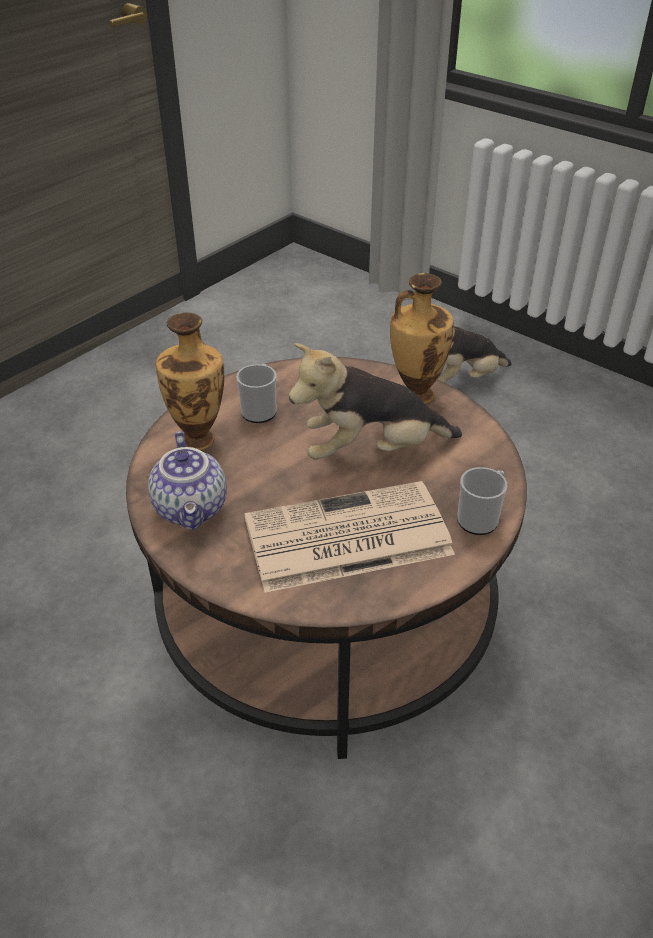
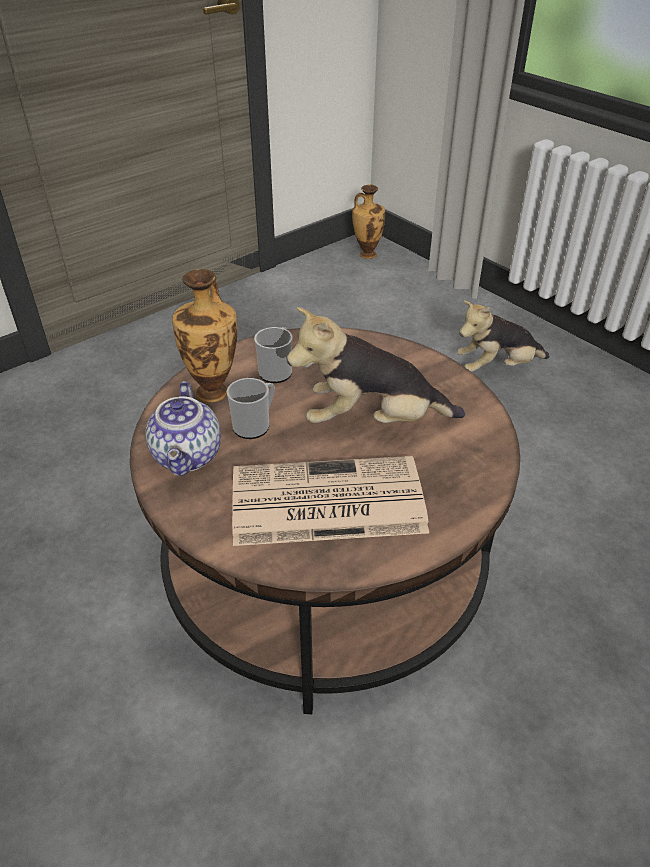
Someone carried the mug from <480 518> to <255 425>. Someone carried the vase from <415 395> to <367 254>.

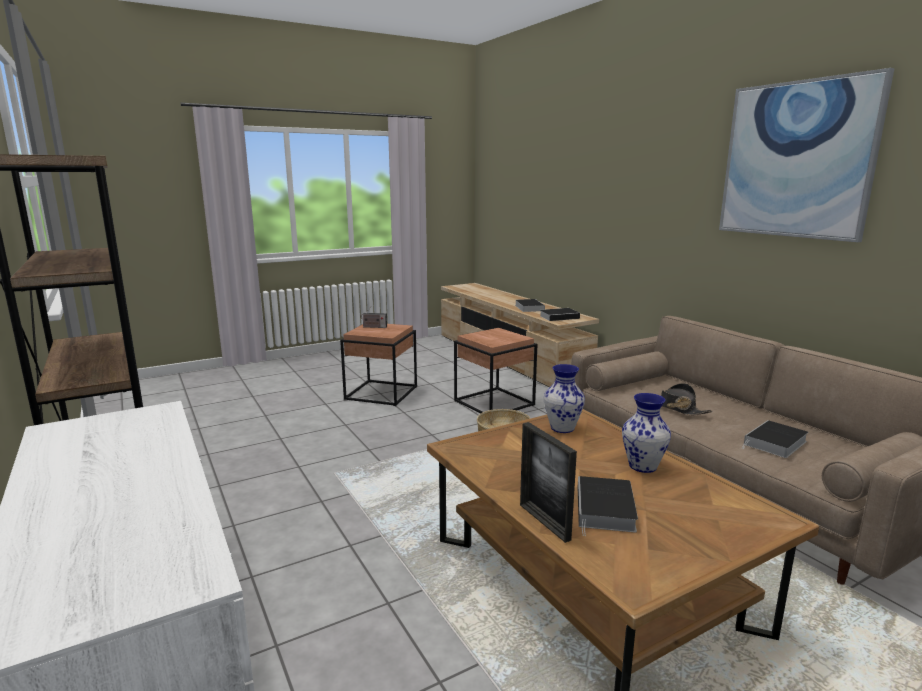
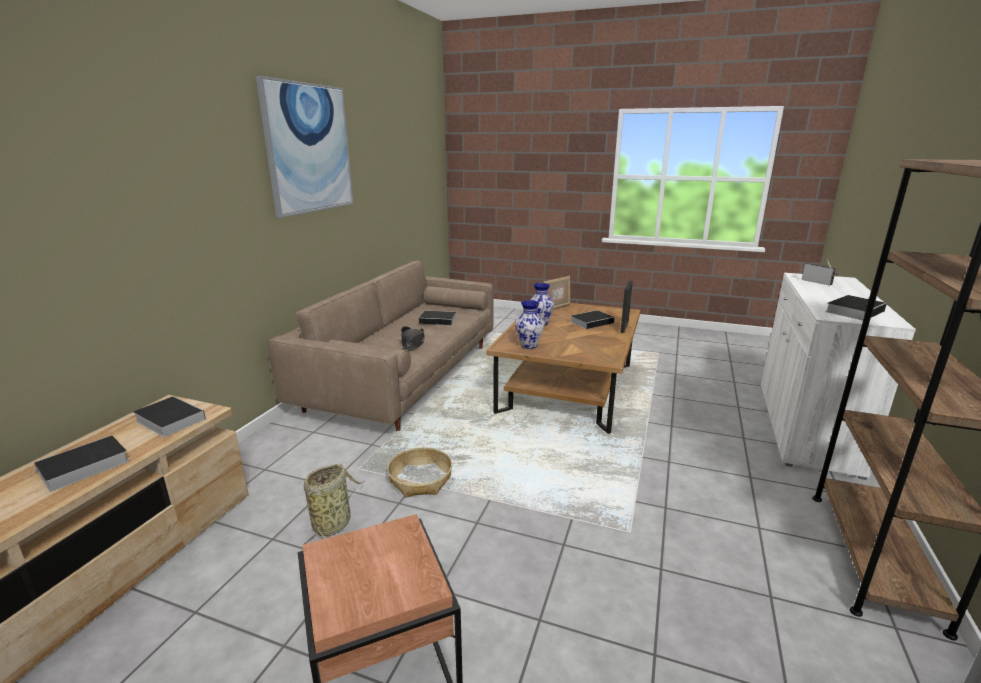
Someone swapped the brown_side_table at <495 403> for the basket at <333 524>. Someone put down the picture_frame at <556 308>. Someone carried the radio from <373 327> to <818 282>. Someone put down the book at <854 311>.

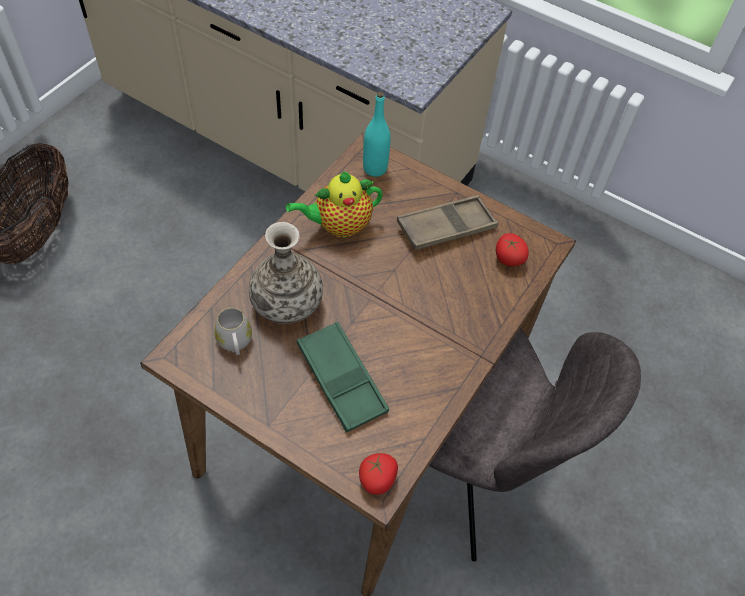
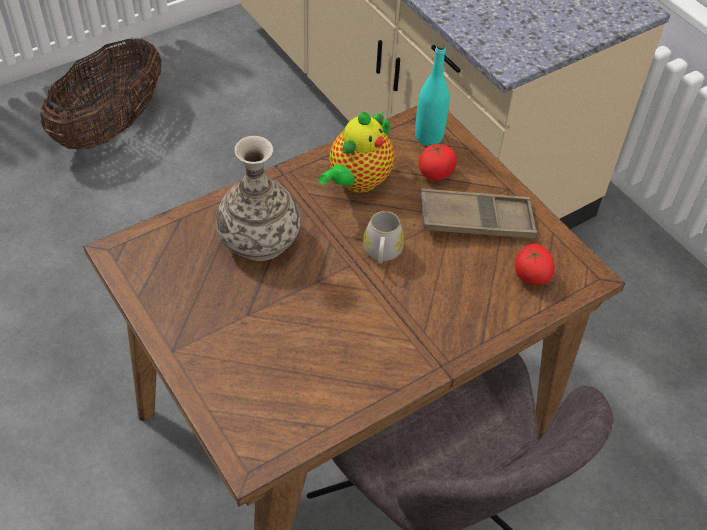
Someone rotated the teapot at <339 225> by 60 degrees counterclockwise. Someone carried the white_mug from <235 343> to <382 254>. Someone carried the tomato from <377 479> to <436 173>. Someone took away the green_tray at <341 380>.

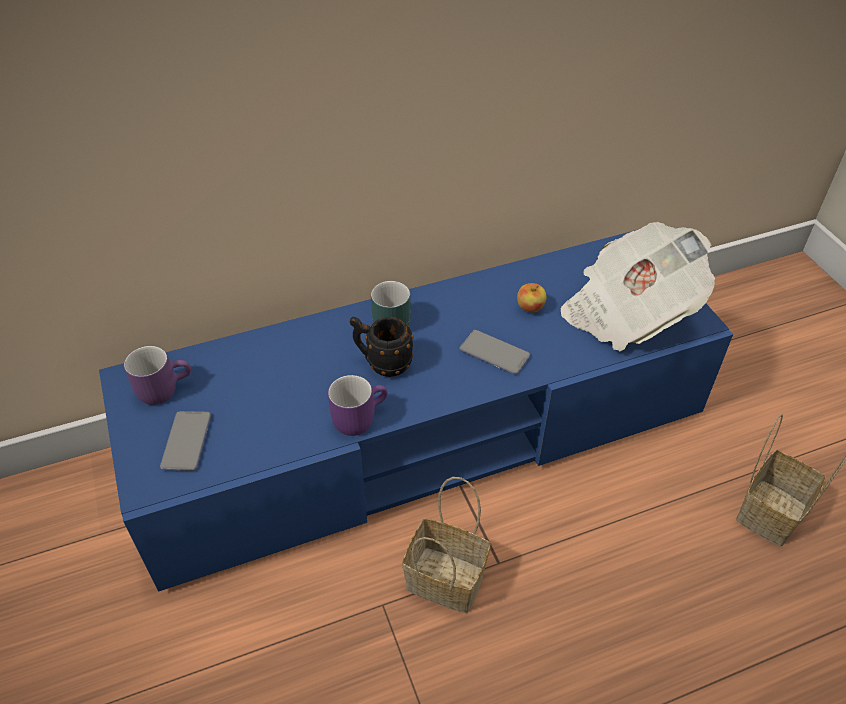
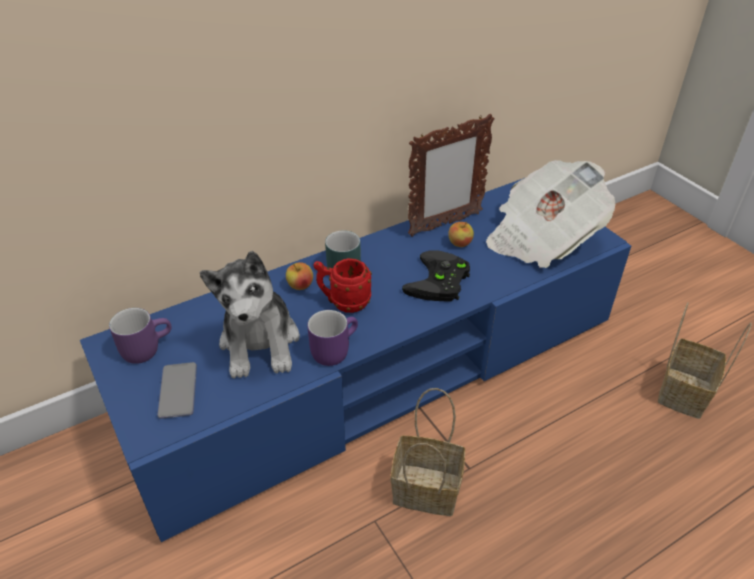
Someone put down the plush_toy at <260 342>. Someone put down the apple at <300 286>. Someone repainted the black_mug at <382 363>, which became the red_mug at <343 302>. Someone swapped the phone at <494 353> for the black_game_controller at <439 283>. Someone put down the picture_frame at <444 224>.

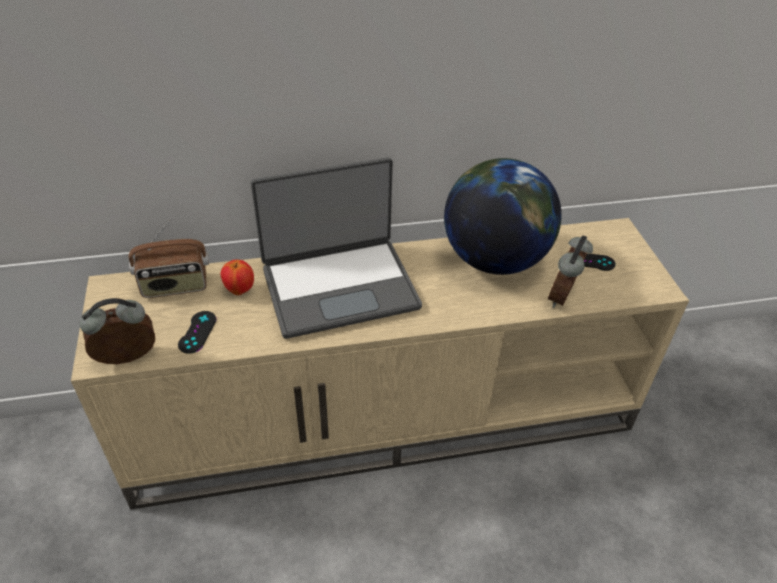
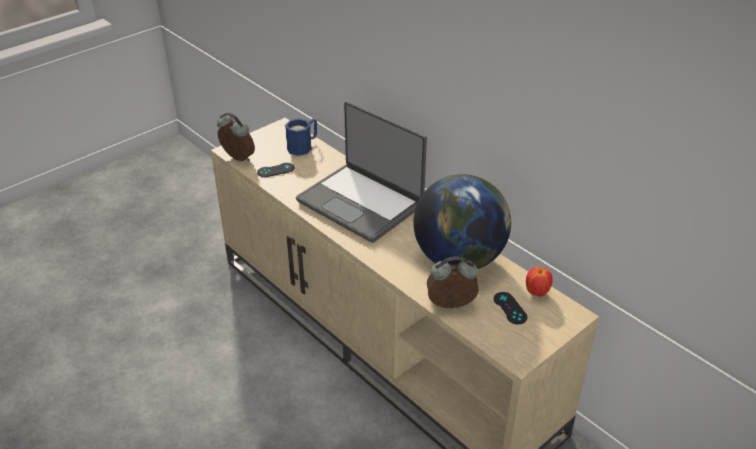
Someone swapped the radio at <175 286> for the blue_mug at <303 146>. Someone carried the apple from <239 290> to <537 292>.

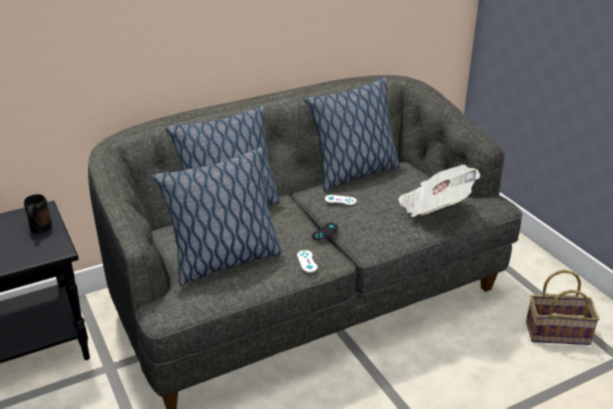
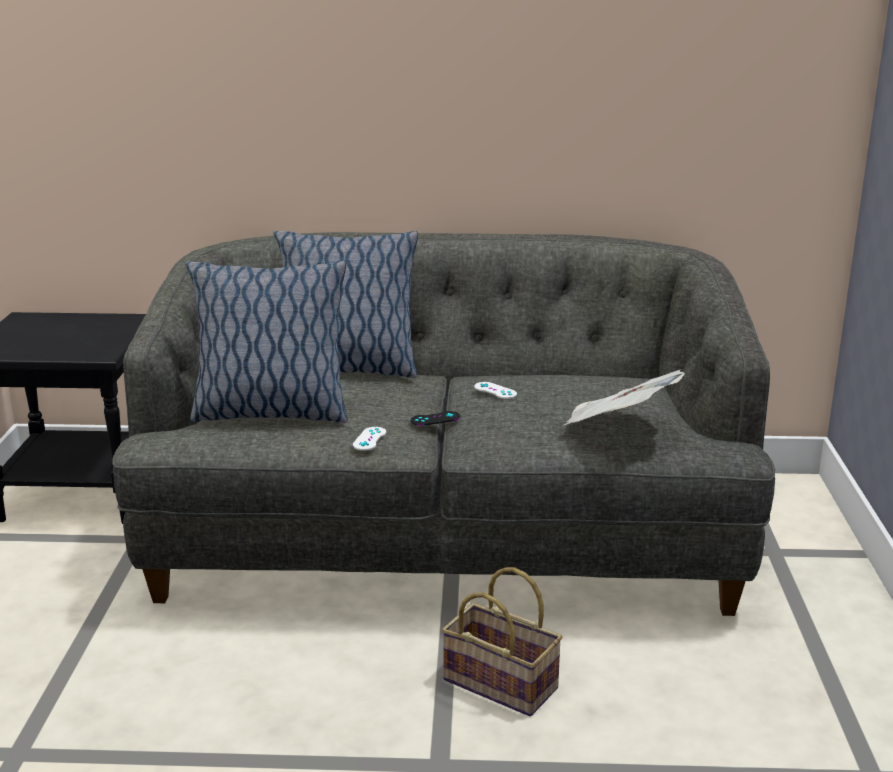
Someone carried the basket from <558 332> to <504 684>. Someone took away the black_mug at <39 230>. Someone took away the pillow at <354 174>.

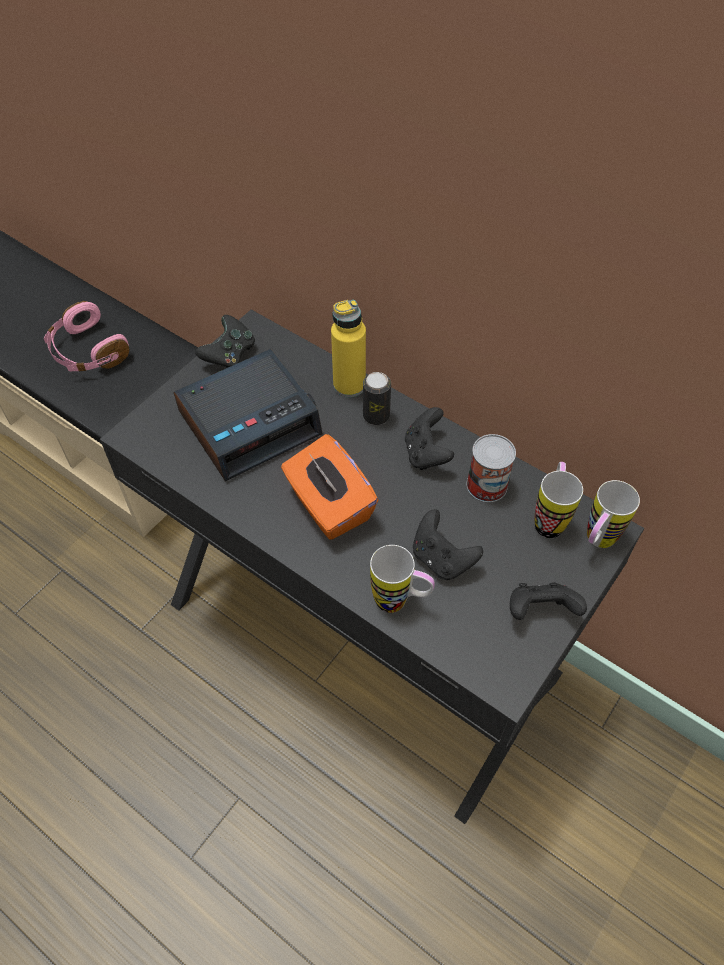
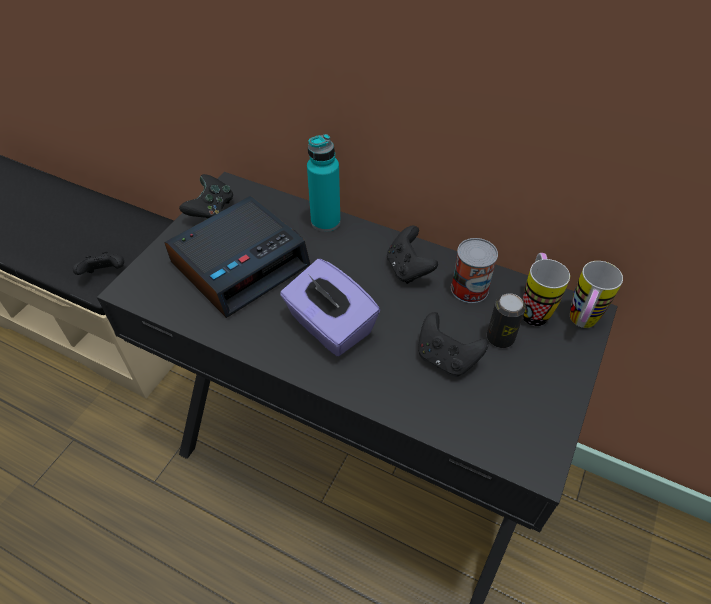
Someone carried the black_game_controller from <540 611> to <105 274>. Someone repainted the orange_tissue_box at <329 505>, which became the purple_tissue_box at <329 326>. Someone repainted the yellow_bottle at <349 385>, which became the turquoise_bottle at <325 222>. Someone carried the can from <376 416> to <500 338>. Someone took away the pink_headphones at <87 352>. Someone took away the mug at <400 602>.

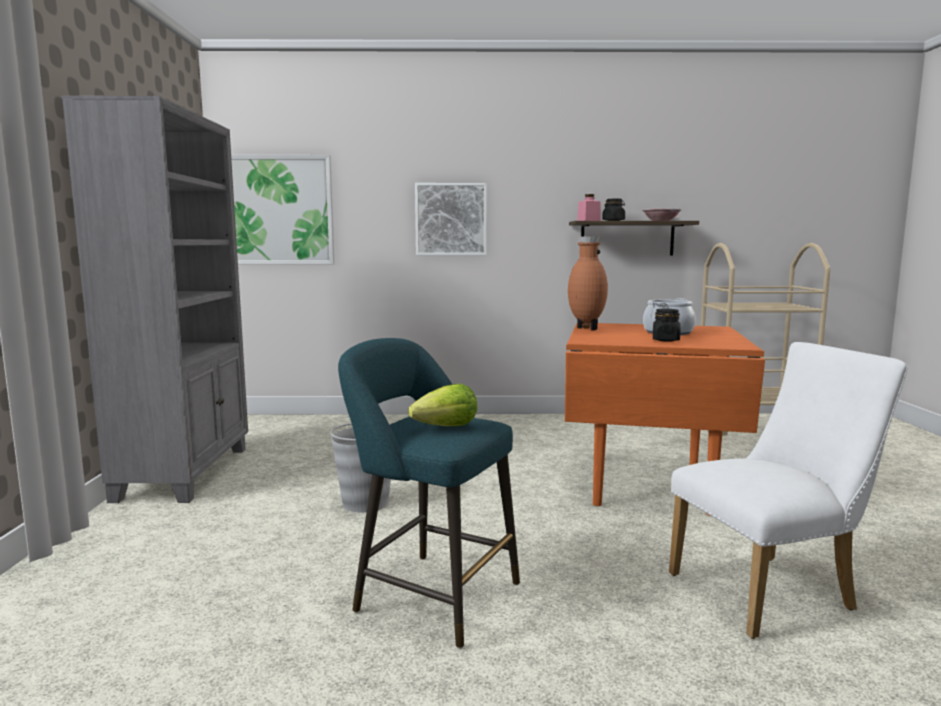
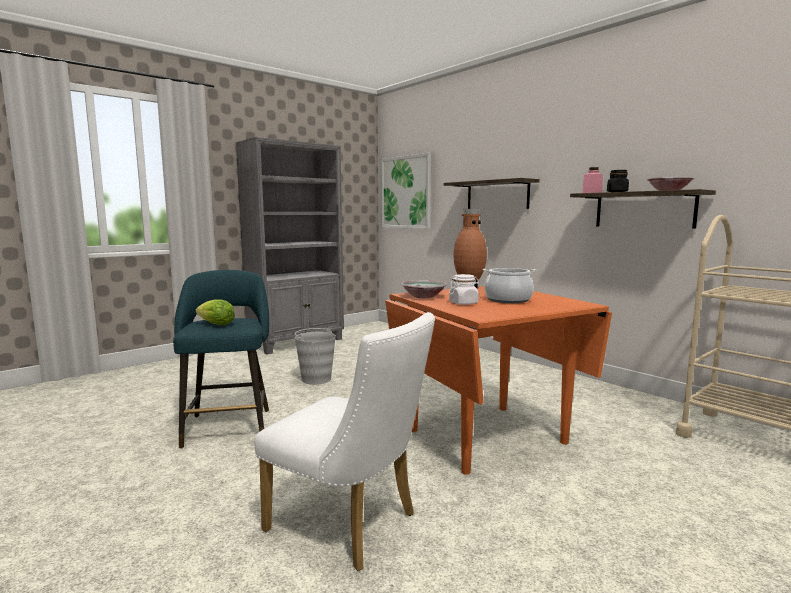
Someone put down the bowl at <424 296>. Someone swapped the picture at <451 219> for the shelf at <497 195>. Someone repainted the black_jar at <665 340>, which became the white_jar at <463 303>.

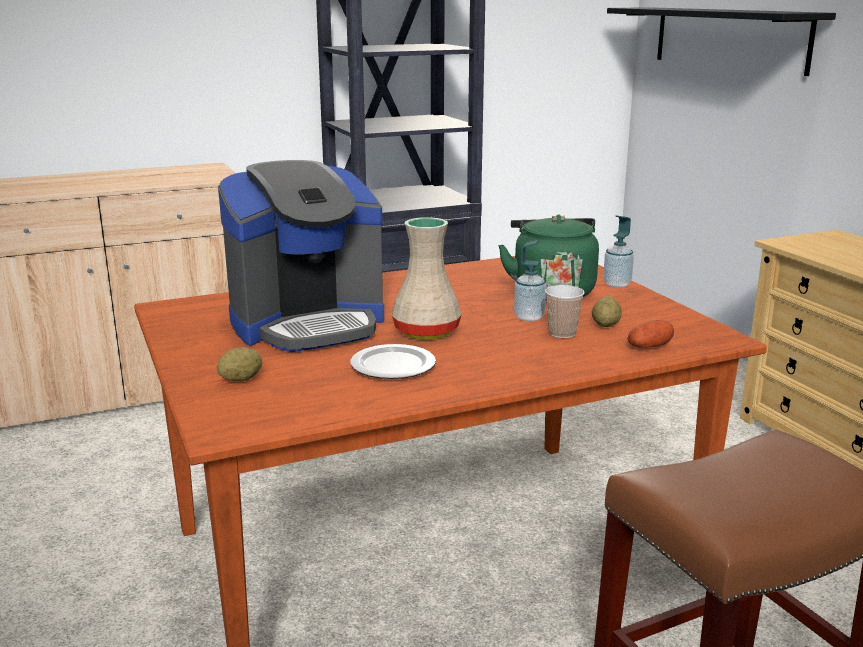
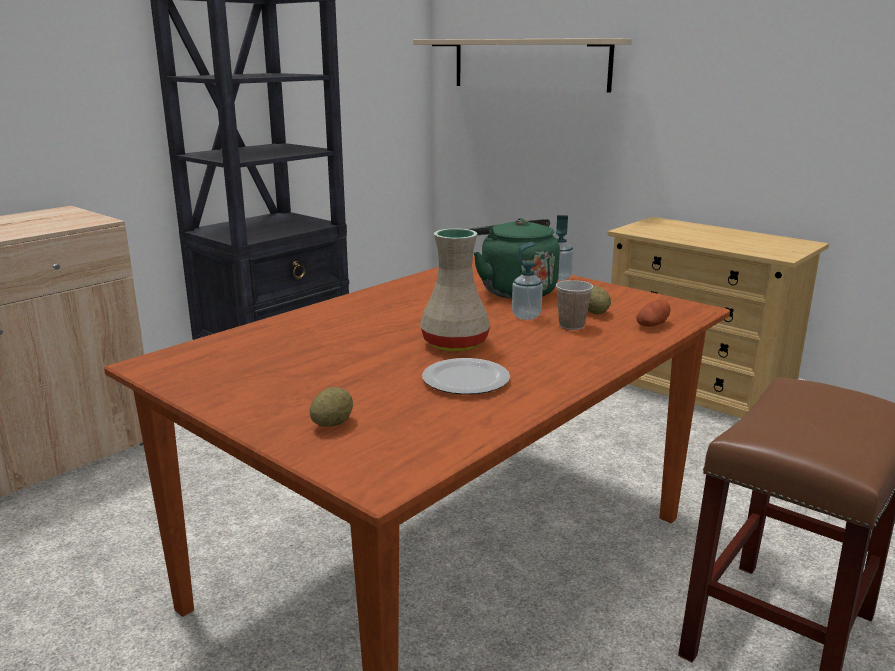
Someone repainted the black_shelf at <729 38>, which became the beige_shelf at <529 64>. Someone took away the coffee_machine at <308 324>.

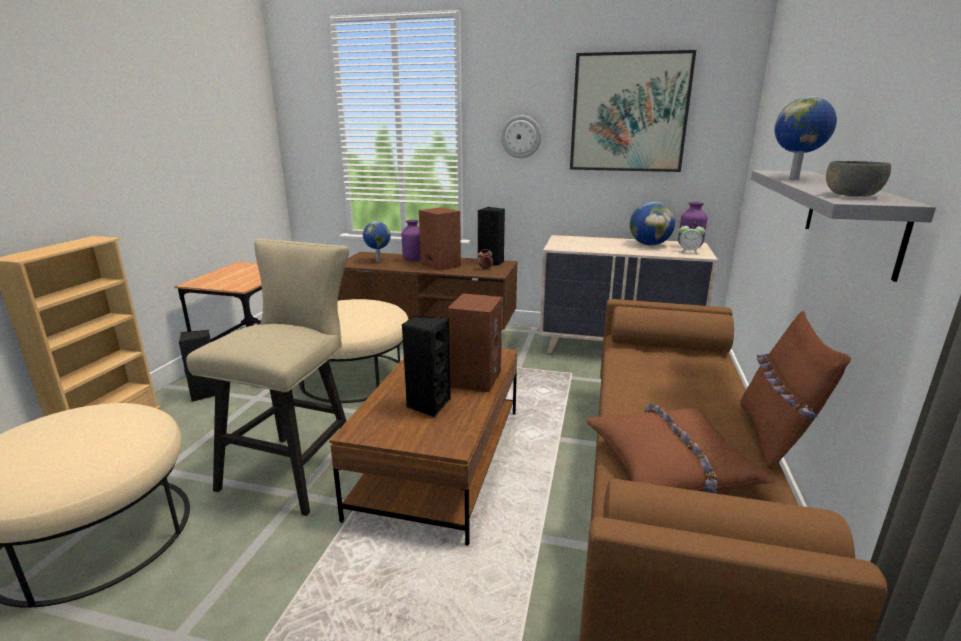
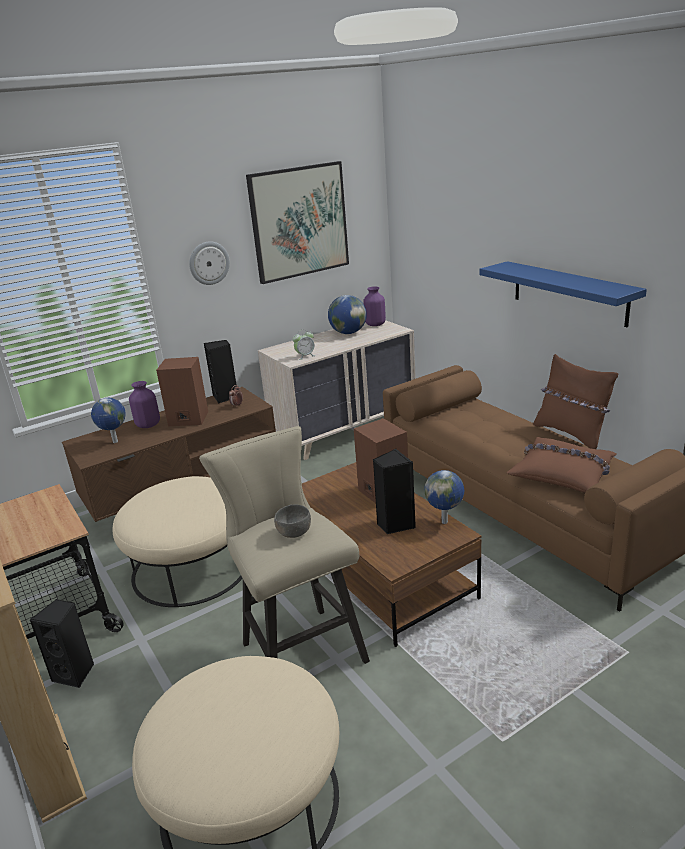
Someone carried the grey_bowl from <851 195> to <293 532>. Someone carried the alarm_clock from <689 252> to <305 356>. Someone carried the globe from <795 178> to <445 522>. Someone repainted the grey_shelf at <851 218>, which became the blue_shelf at <569 293>.

